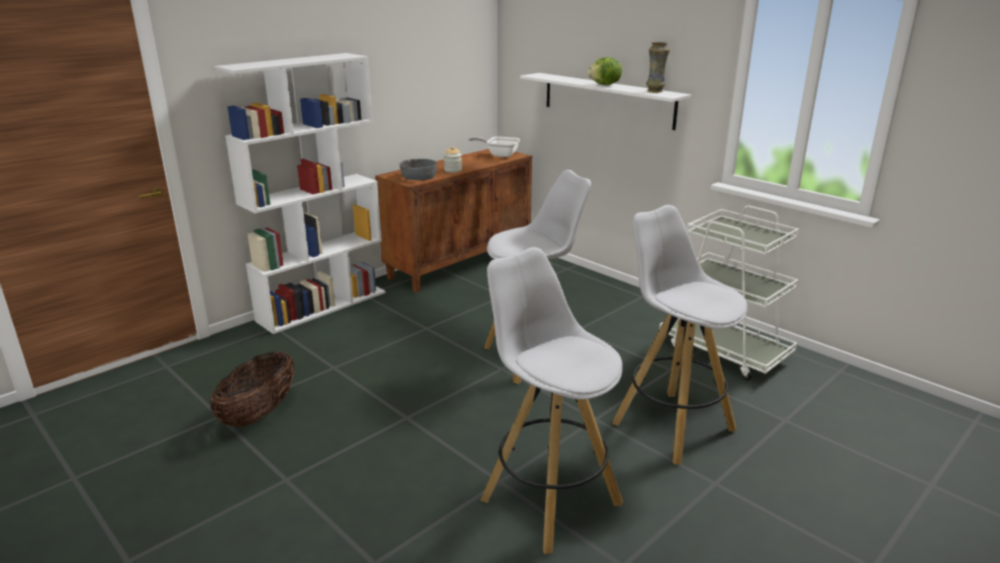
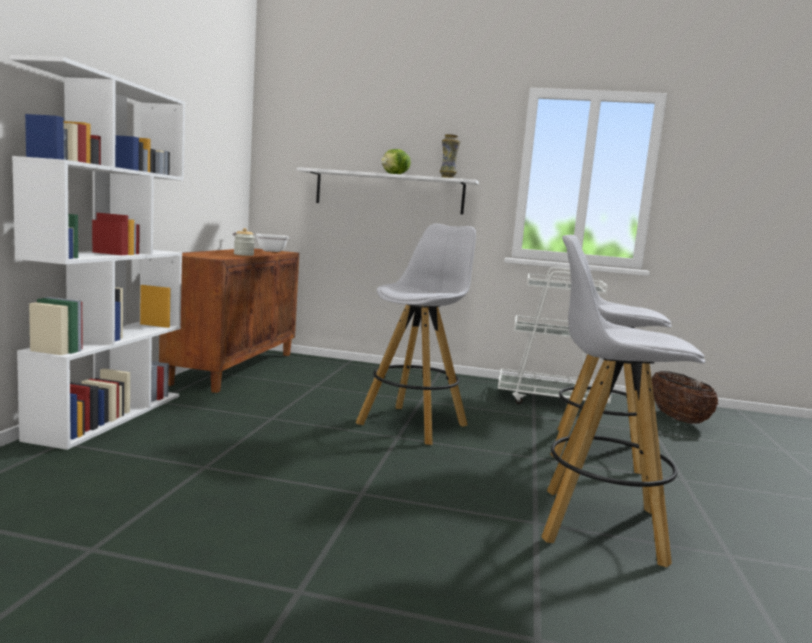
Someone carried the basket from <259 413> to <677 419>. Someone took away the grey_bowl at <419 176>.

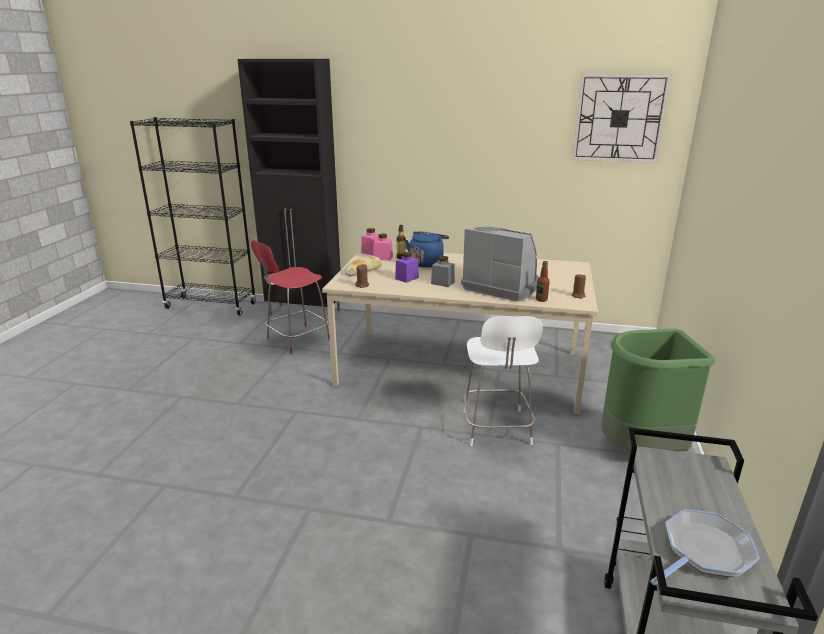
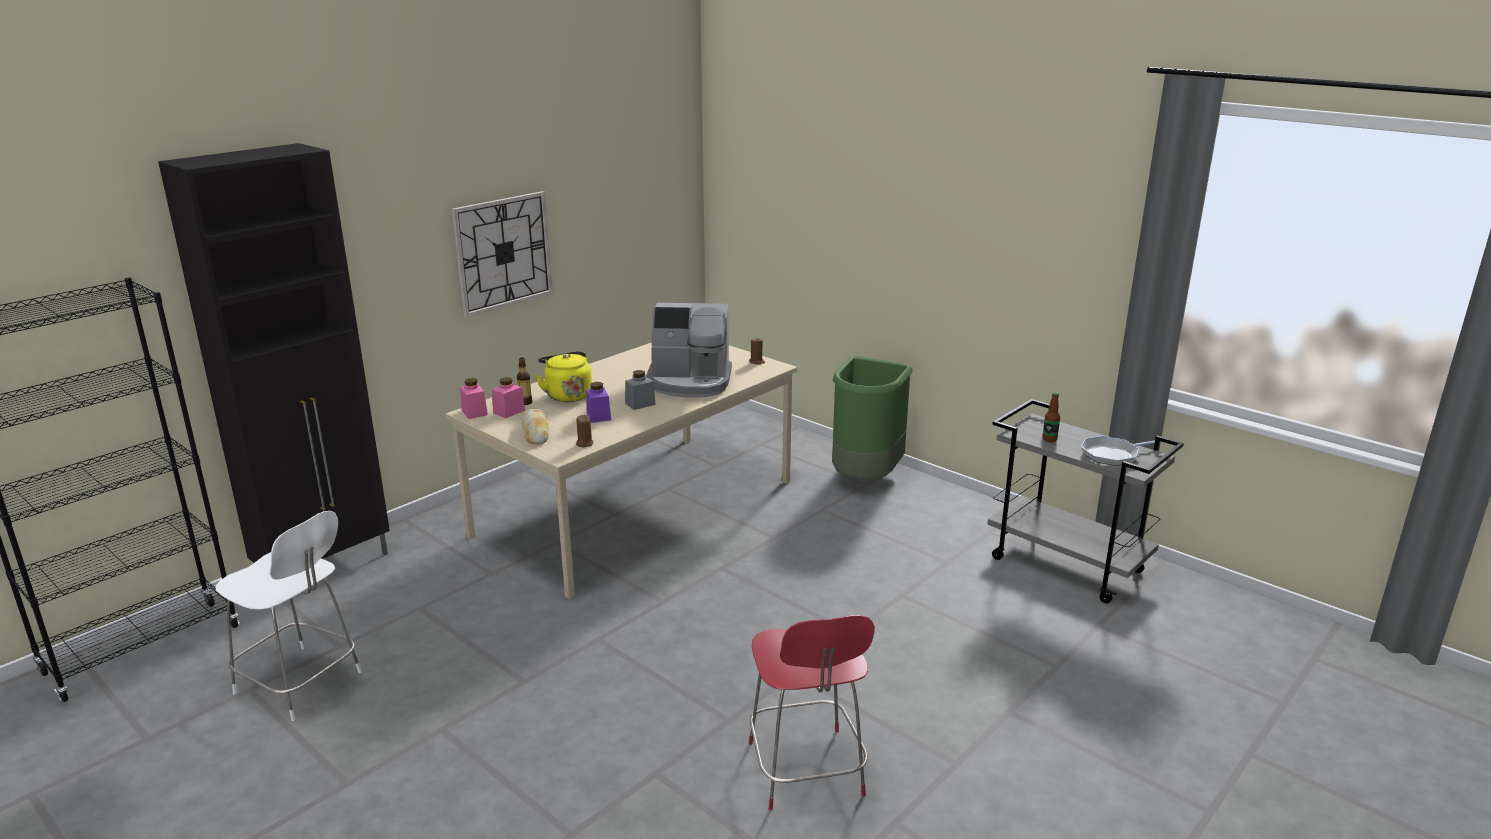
Someone carried the white_chair from <496 429> to <301 684>. Someone carried the wall_clock from <619 118> to <503 252>. Someone repainted the blue_kettle at <427 263>, which became the yellow_kettle at <567 395>. Someone rotated the coffee_machine at <502 286> by 150 degrees counterclockwise. Someone carried the red_chair from <296 340> to <806 772>. Someone carried the bottle from <541 299> to <1049 439>. Someone rotated the frying_pan at <704 552> by 105 degrees counterclockwise.

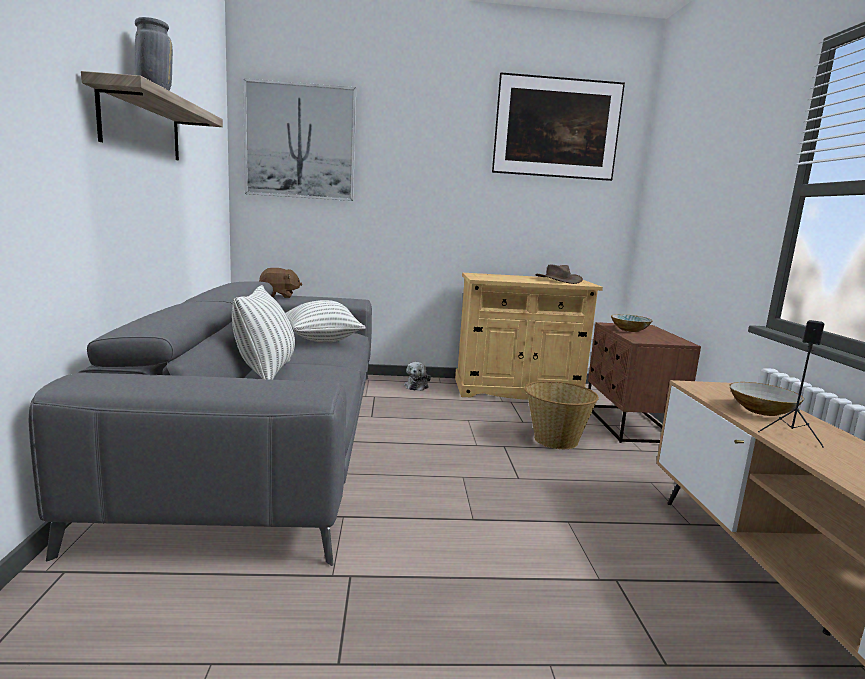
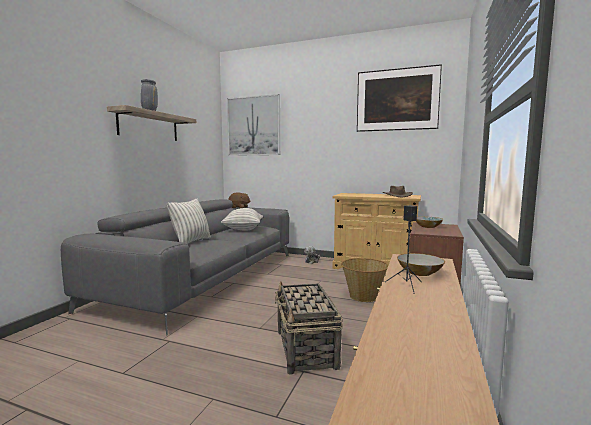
Someone put down the basket at <306 349>.

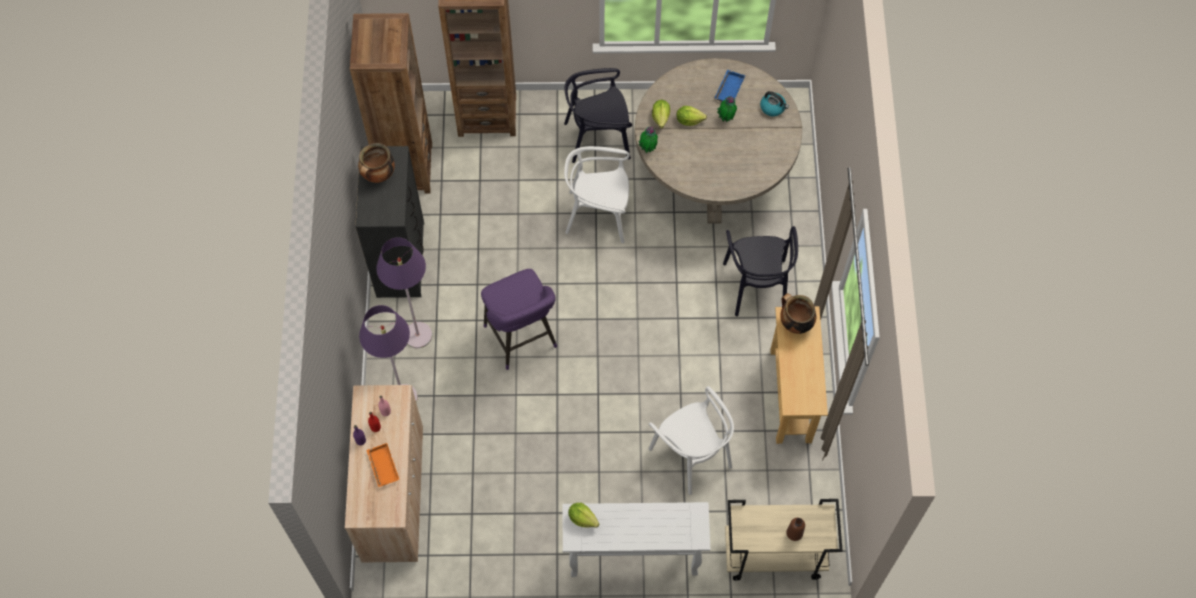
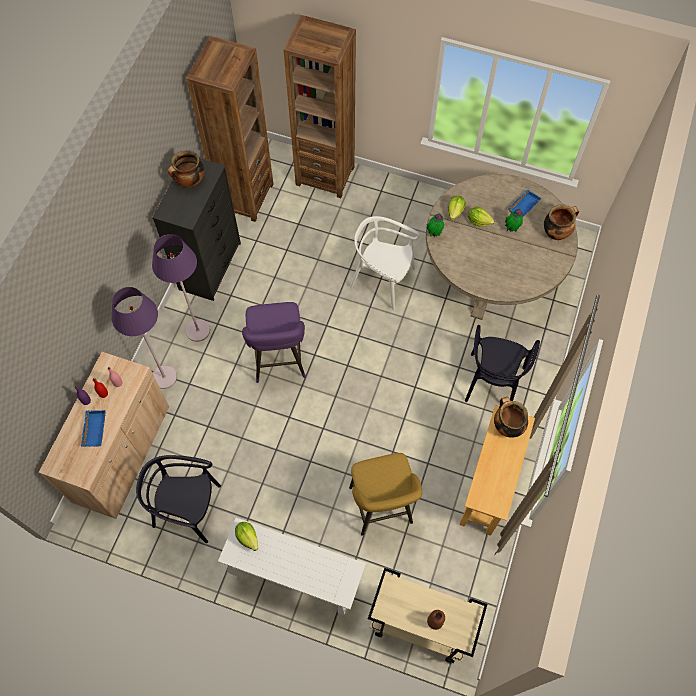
Someone repainted the orange_tray at <382 466>, which became the blue_tray at <93 429>. Someone carried the black_chair from <598 138> to <187 509>. Someone swapped the white_chair at <691 455> for the yellow_stool at <381 509>. Someone swapped the kettle at <773 107> for the cooking_pot at <556 232>.

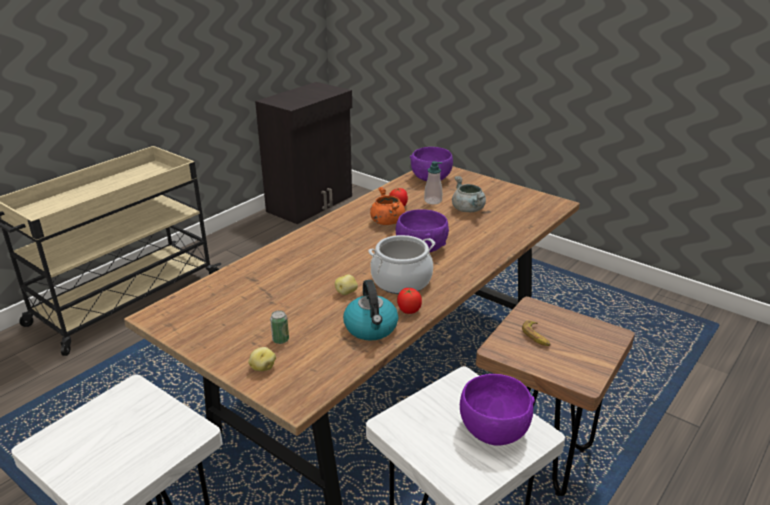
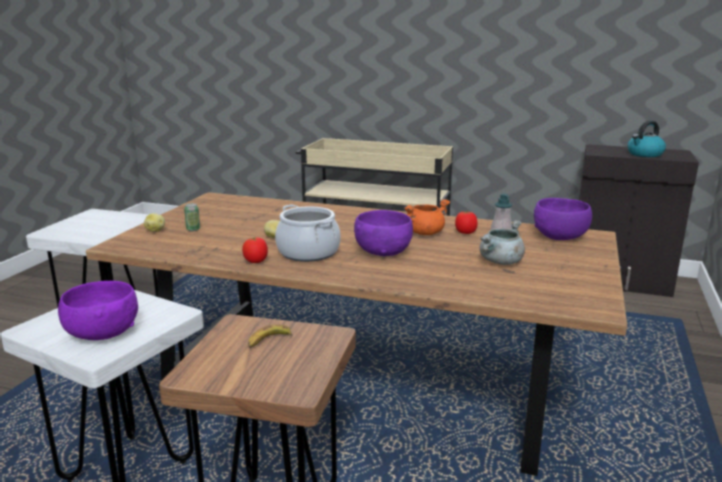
Someone carried the kettle from <371 328> to <644 154>.

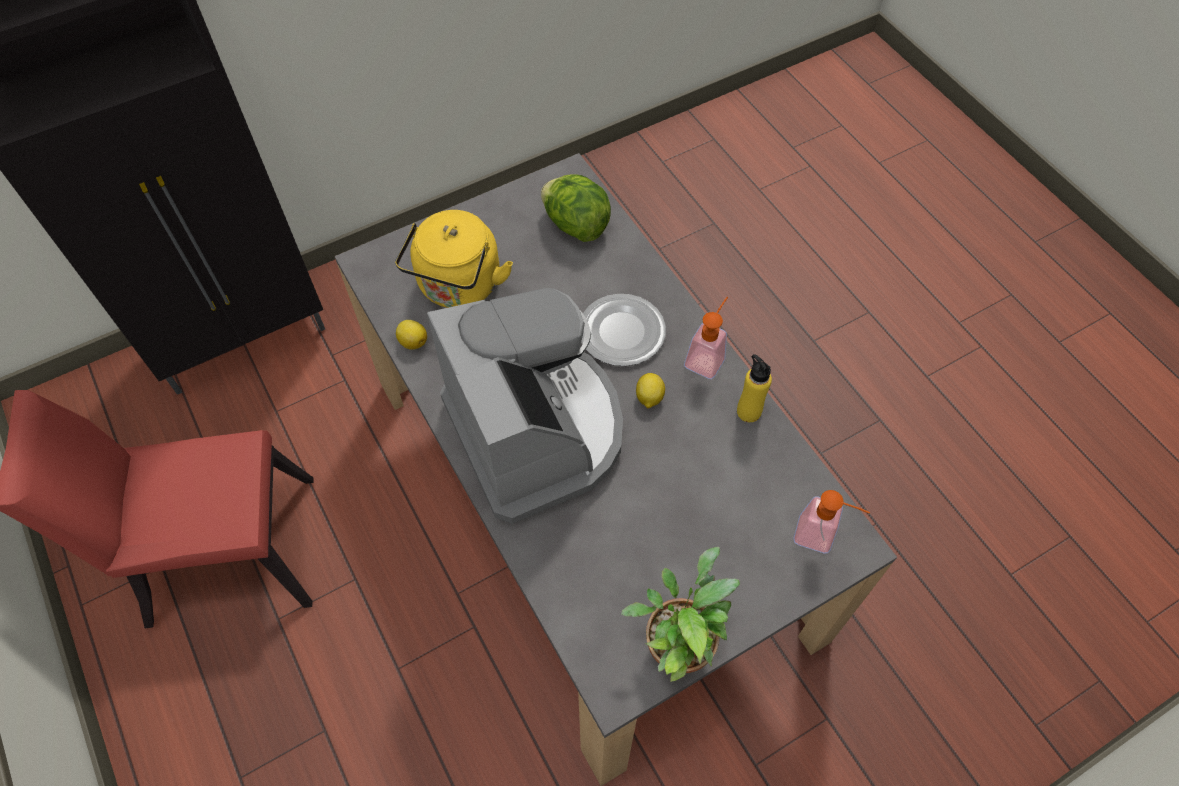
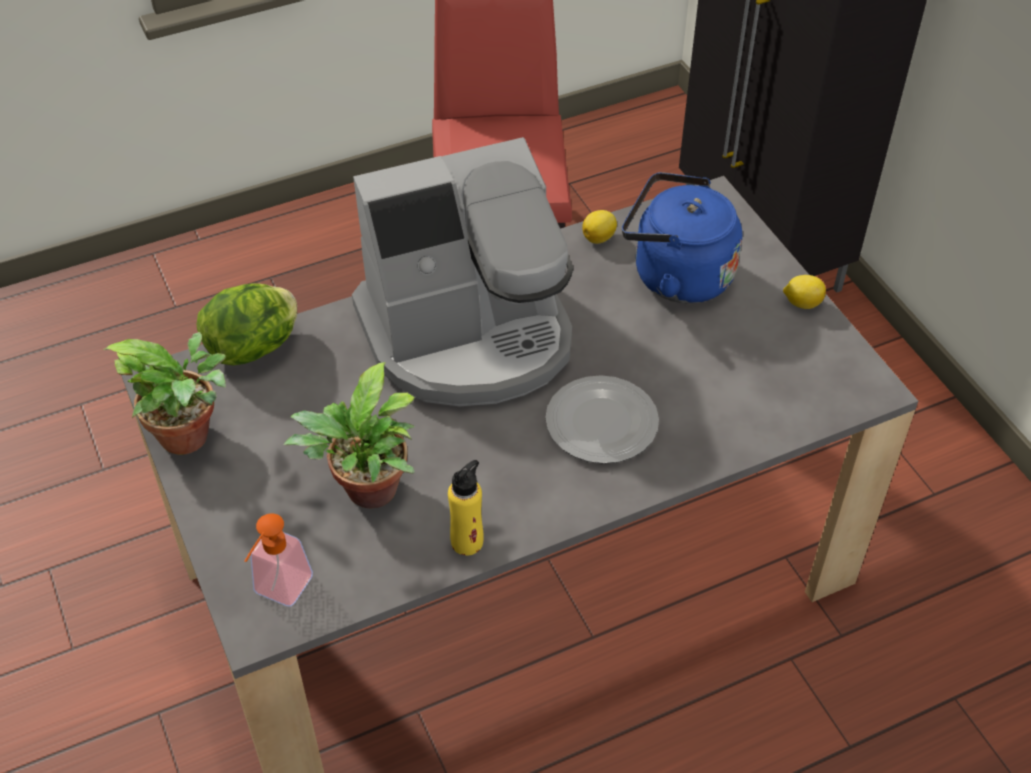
Someone carried the lettuce from <575 225> to <254 347>. Someone put down the potted_plant at <367 494>. Someone repainted the yellow_kettle at <458 287>, which became the blue_kettle at <676 275>. Someone carried the lemon from <649 398> to <802 302>. Someone took away the soap_dispenser at <707 357>.

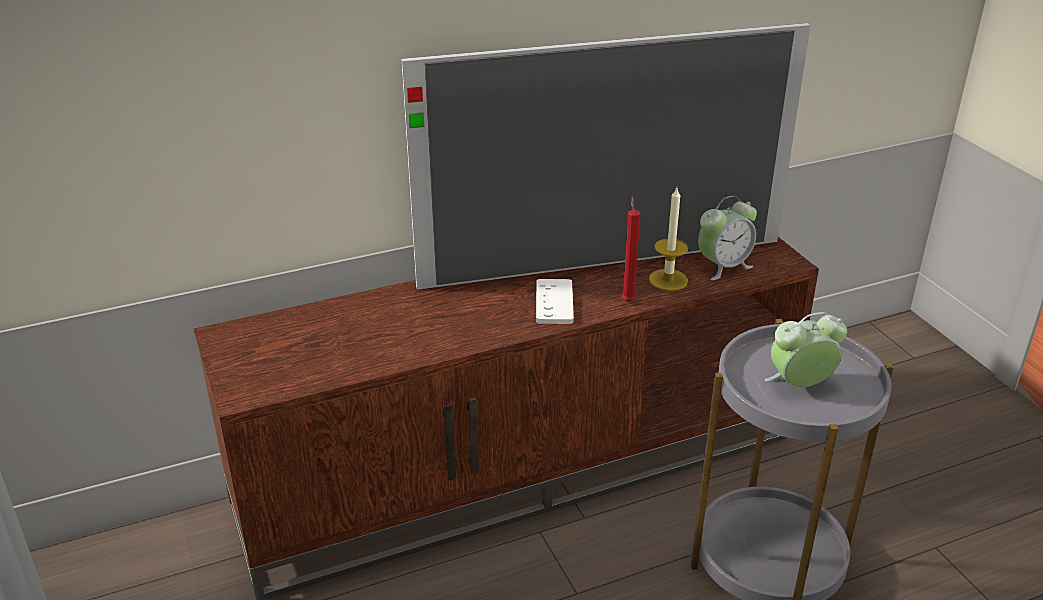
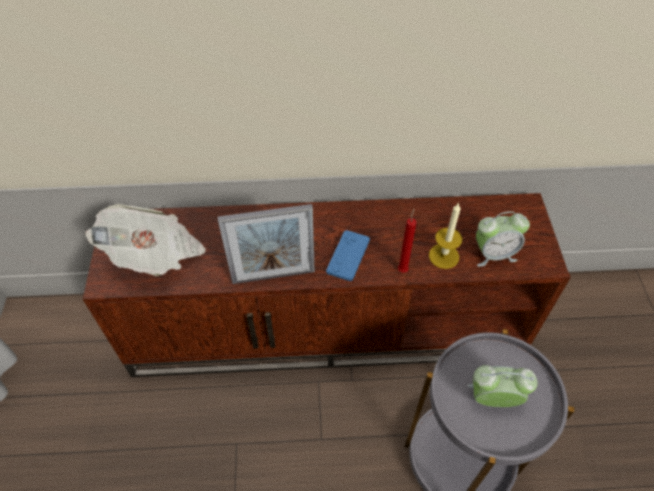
Someone put down the newspaper at <155 254>. Someone put down the picture_frame at <273 276>. Someone repainted the white_game_controller at <554 303>, which became the blue_game_controller at <348 256>. Someone took away the television at <603 264>.

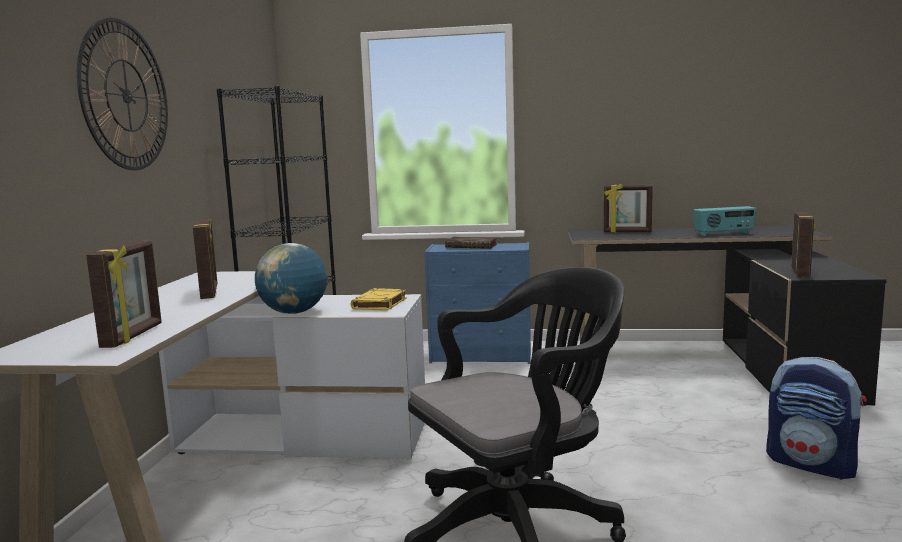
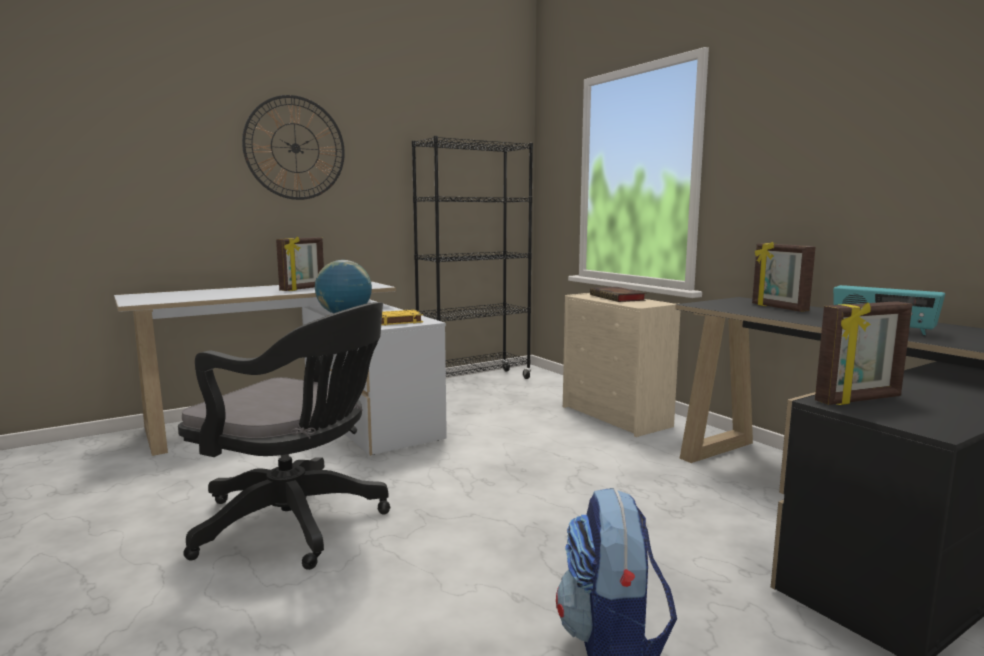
Someone repainted the blue_dresser at <482 356>, which became the beige_dresser at <616 417>. Someone took away the picture_frame at <134 336>.

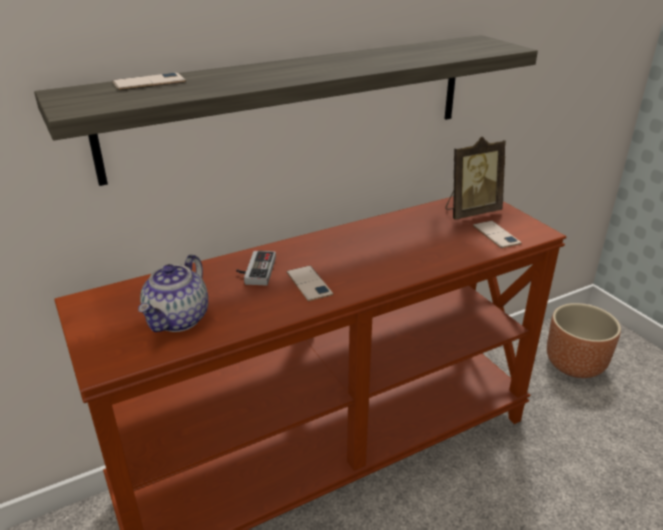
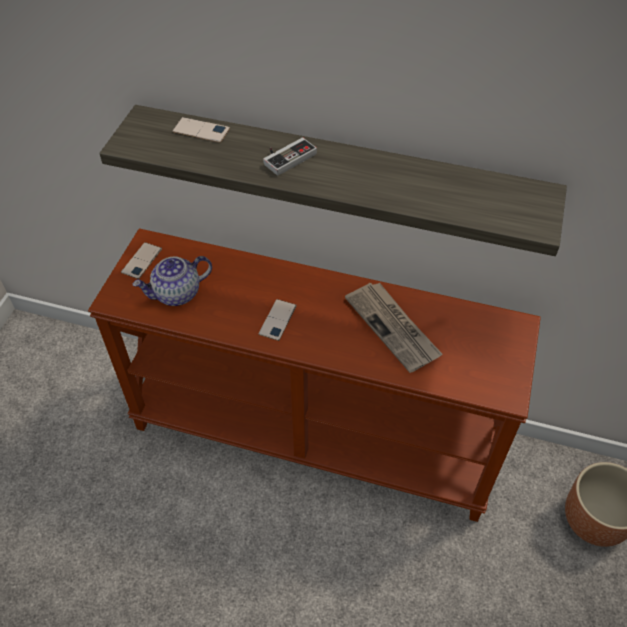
Someone carried the phone from <496 235> to <141 261>. Someone carried the game_controller from <255 270> to <287 156>. Someone put down the newspaper at <393 328>. Someone took away the picture_frame at <470 212>.

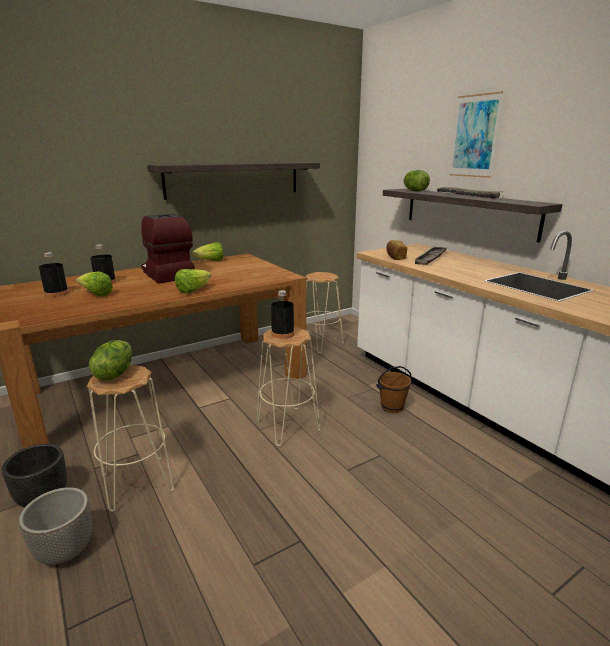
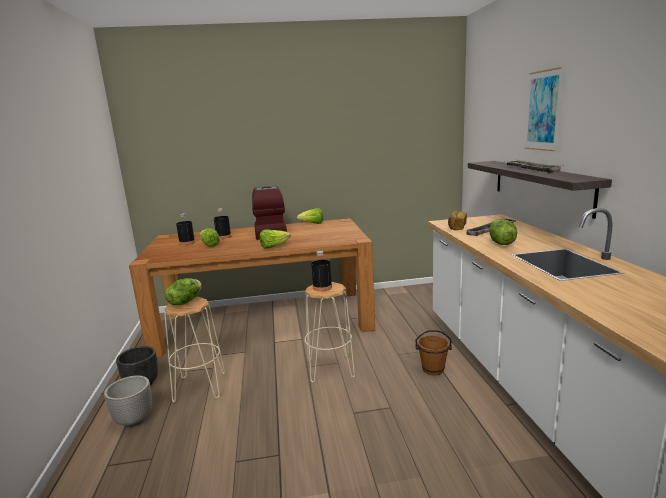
Someone carried the lettuce from <414 191> to <500 243>. Someone took away the shelf at <234 179>. Someone took away the beige_stool at <321 344>.

